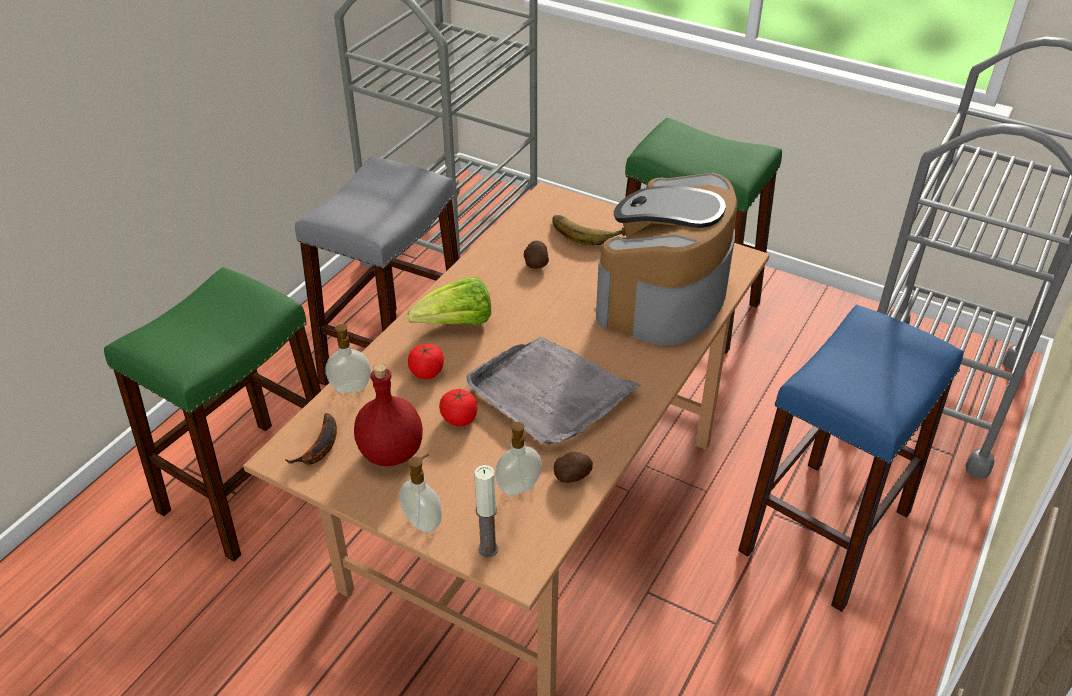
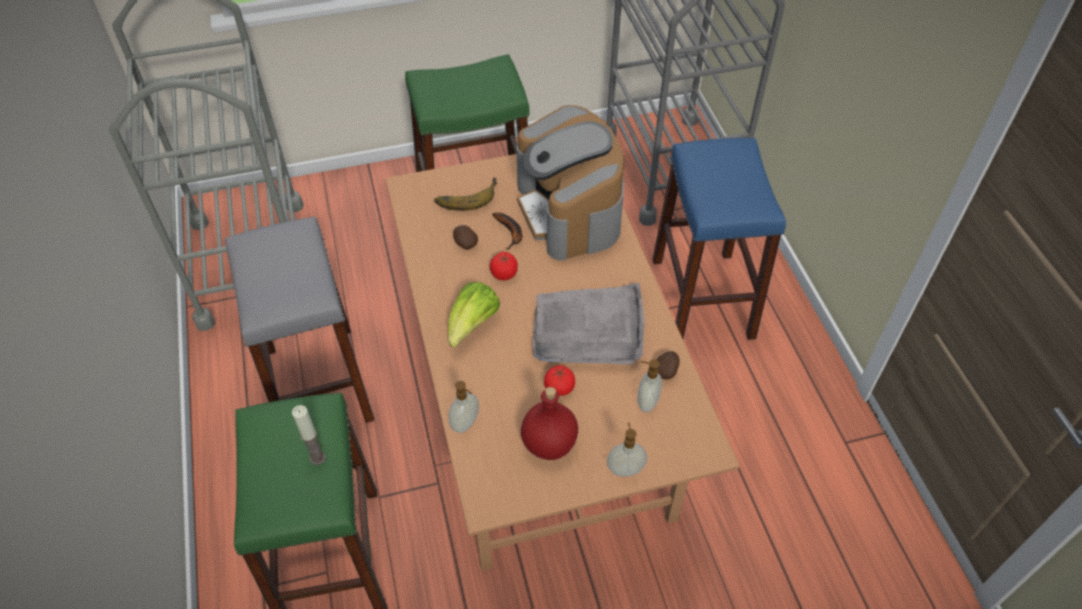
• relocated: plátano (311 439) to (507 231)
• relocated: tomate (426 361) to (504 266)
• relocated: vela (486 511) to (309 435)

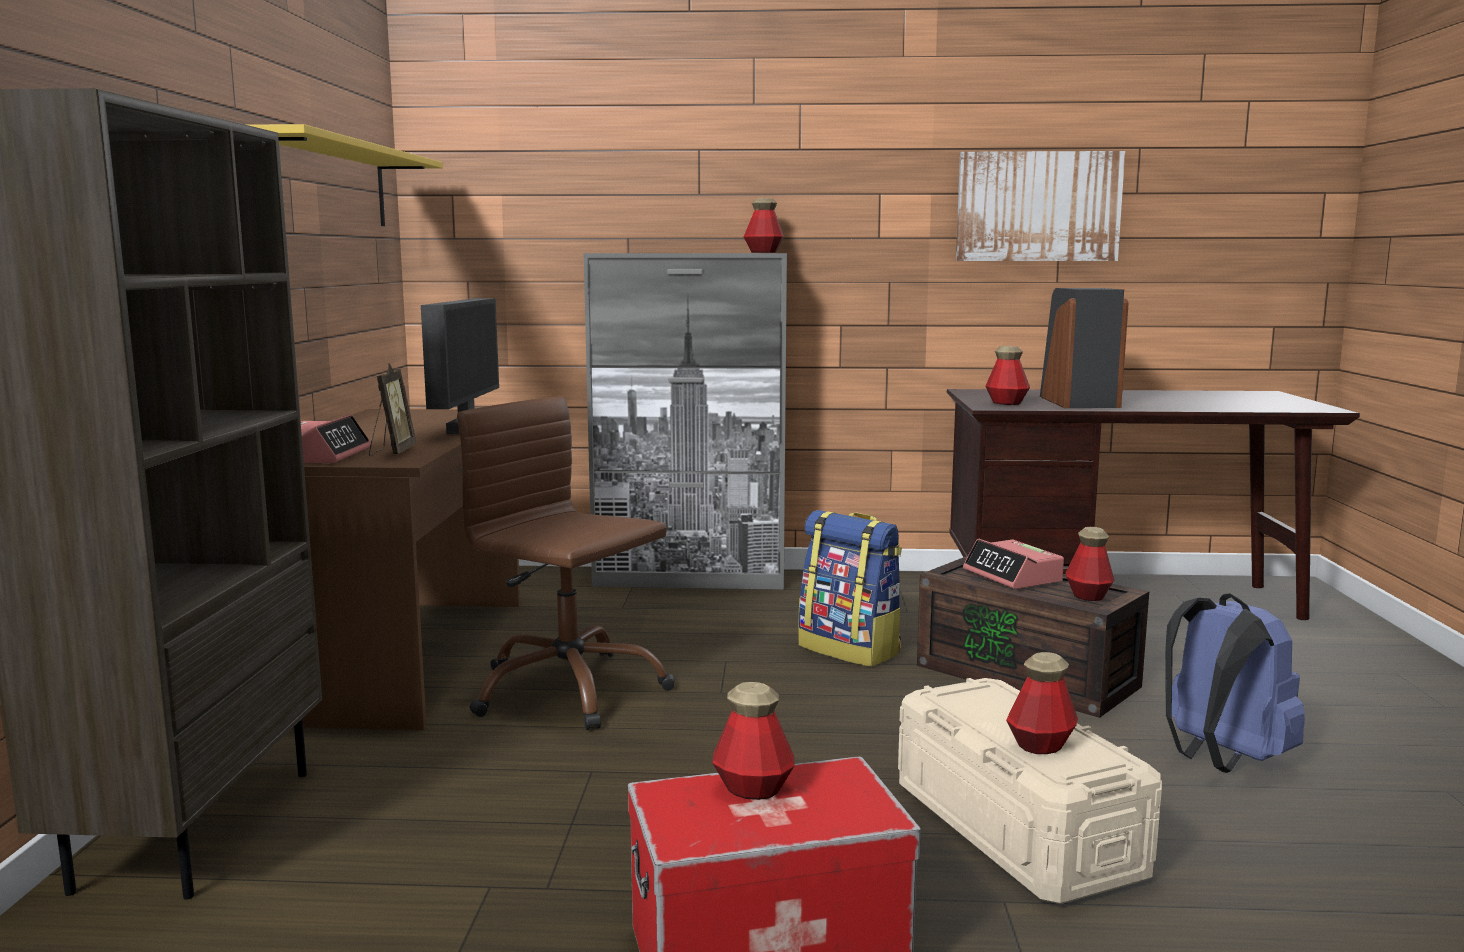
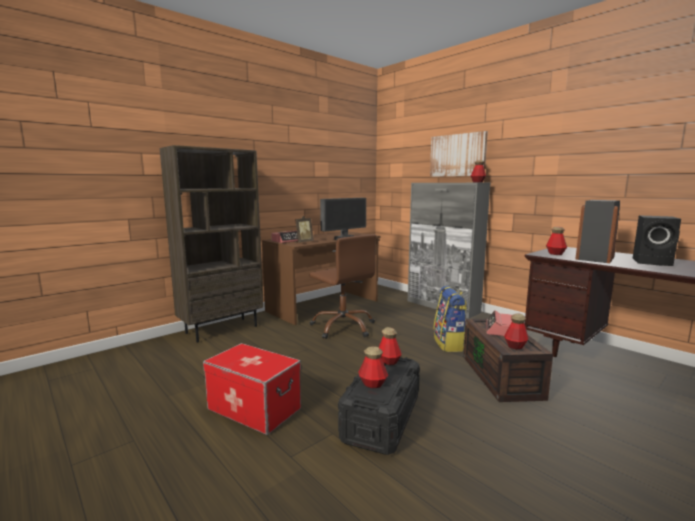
• missing: estante/amarillo (346 175)
• missing: mochila/azul (1235 683)
• appeared: altavoz/negro (657 241)
• relocated: botella (753 741) to (389 346)
• relocated: cuadro (1040 206) to (459 154)
• colour: caja de almacenaje/beis (1030 791) to caja de almacenaje/negro (379 406)
• spun: silla de oficina/marrón (566 563) = (343 286) 150 degrees clockwise

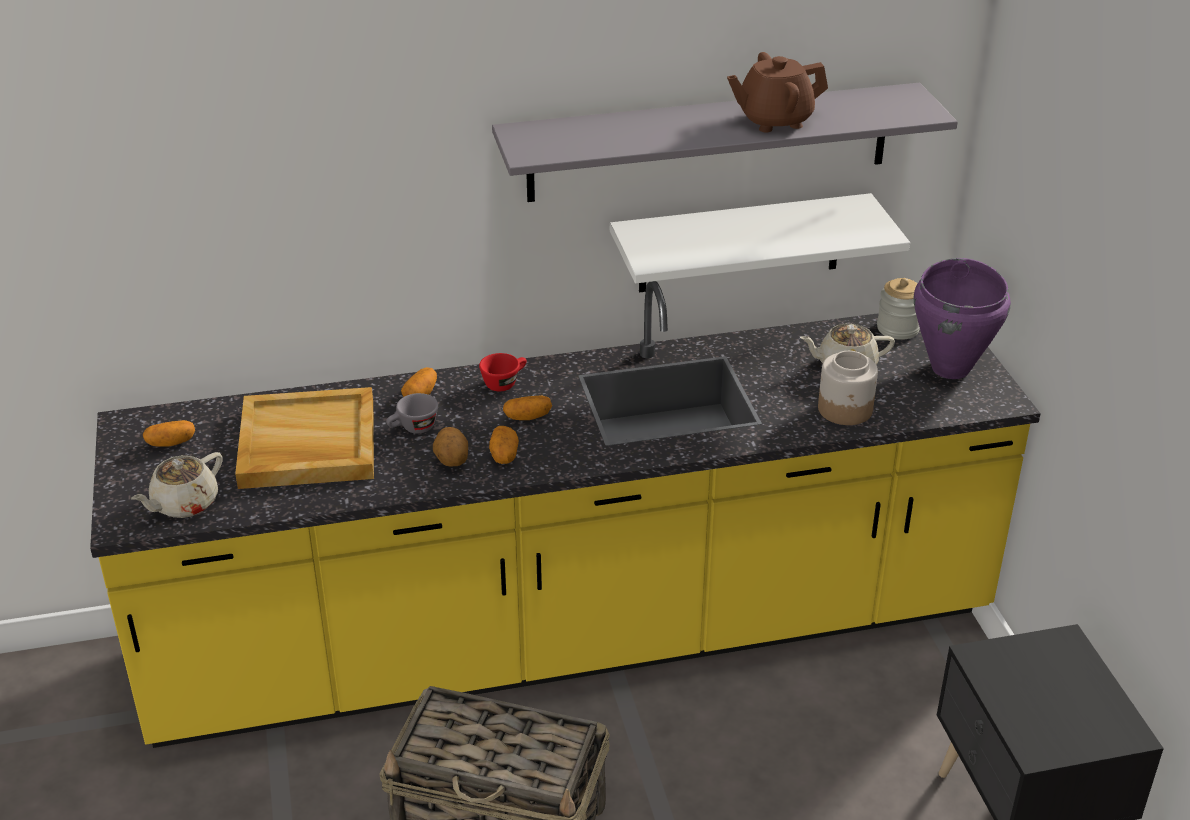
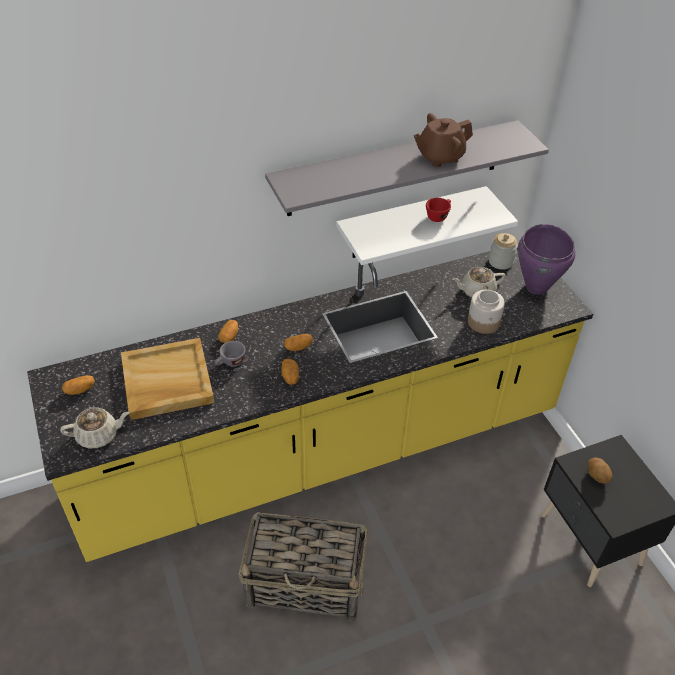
• relocated: patata (450 447) to (600 471)
• relocated: taza/rojo (503 372) to (438 210)
• spun: tetera/beis (177 485) = (95 427) 135 degrees counterclockwise

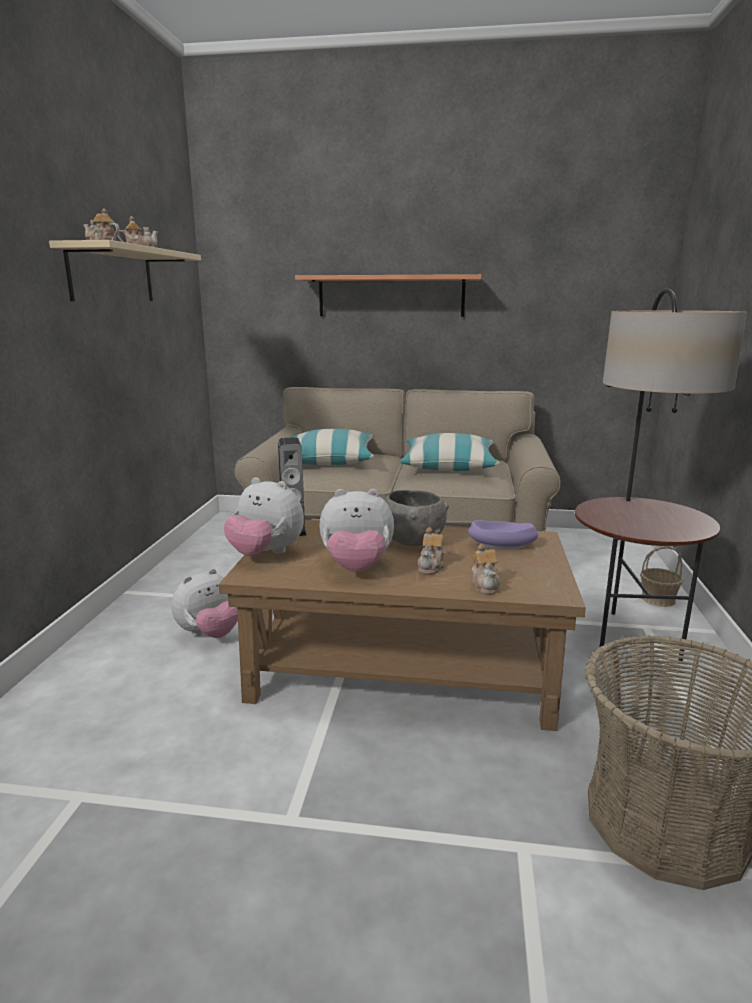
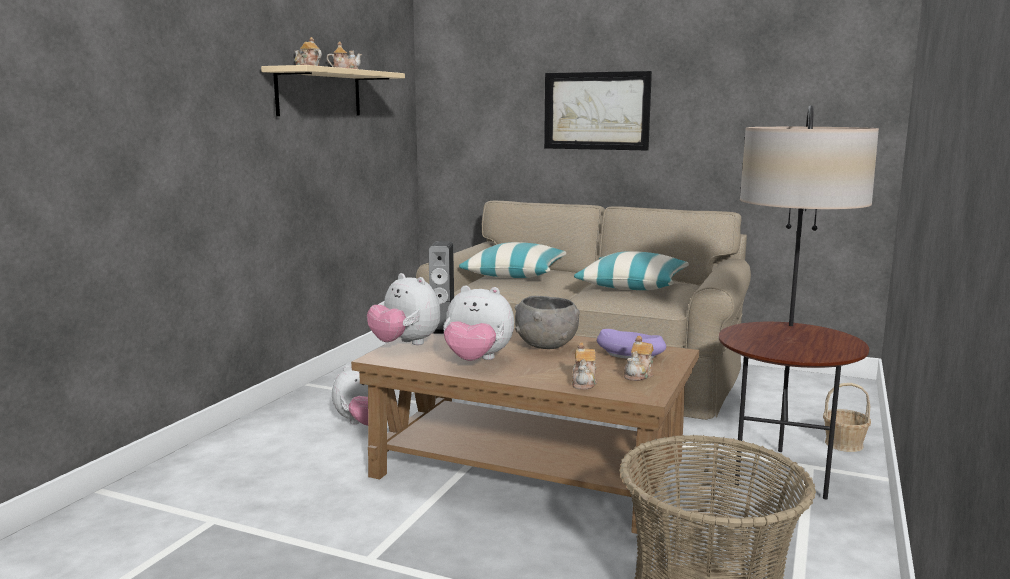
• relocated: tetera (431 550) to (639 358)
• exchanged: estante (388 295) to cuadro (598 110)

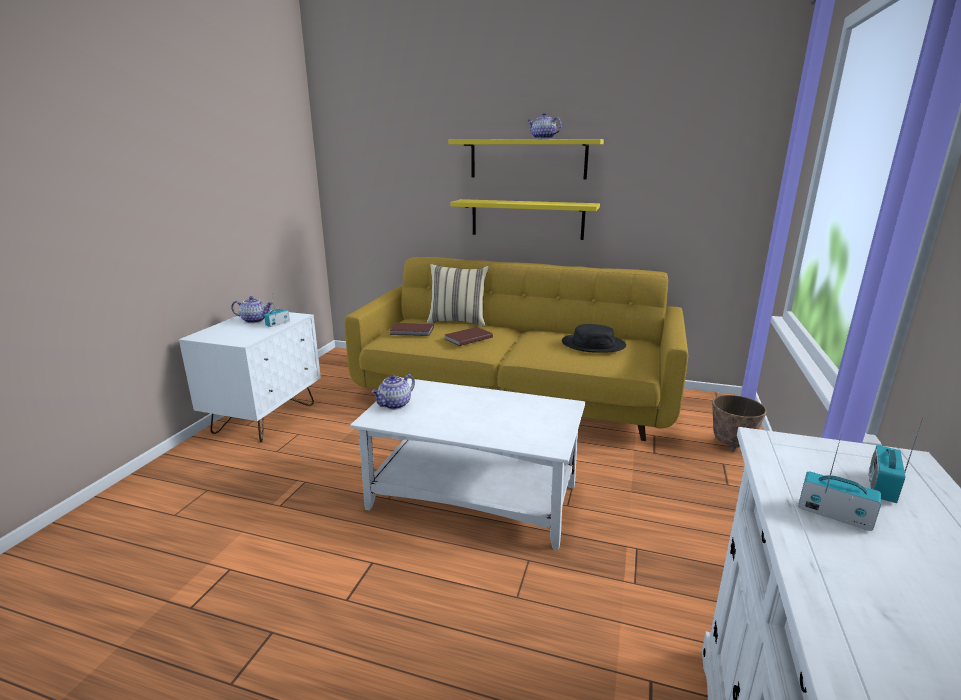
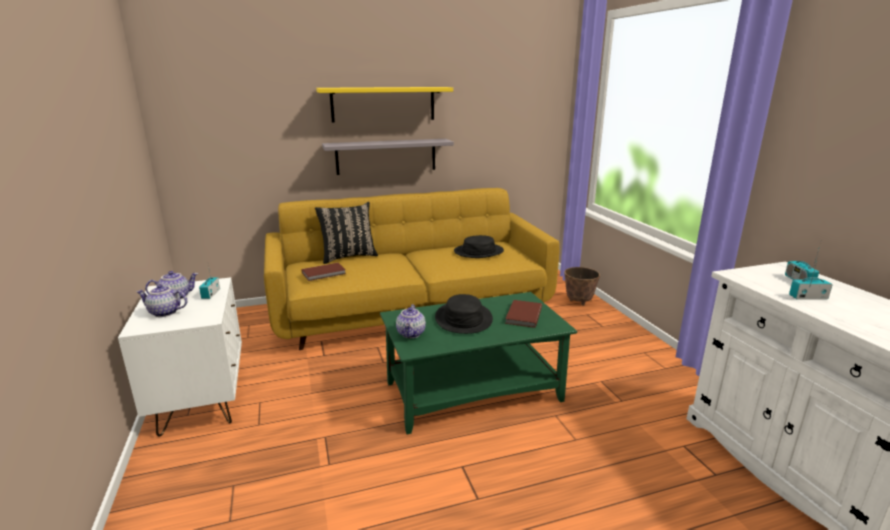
• appeared: sombrero/negro (464 314)
• relocated: libro/marrón (469 336) to (523 314)
• relocated: tetera (544 126) to (162 300)
• colour: mesa de centro/blanco (467 464) to mesa de centro/verde (478 363)
• colour: cojín/beis (458 295) to cojín/negro (346 233)
• colour: estante/amarillo (525 219) to estante/gris (388 157)

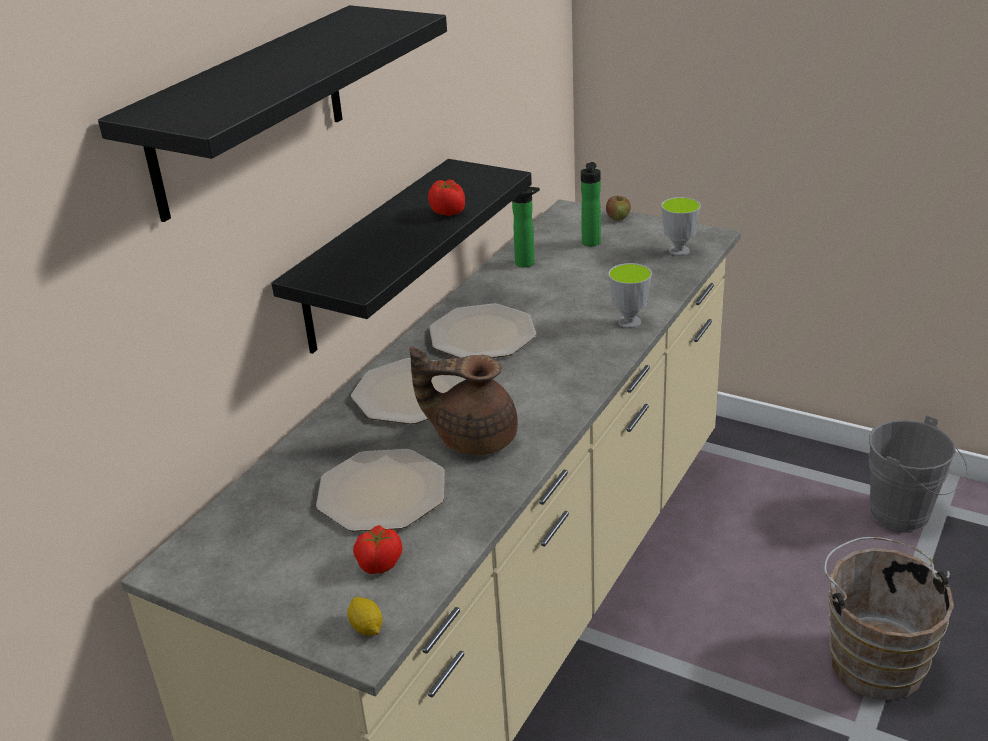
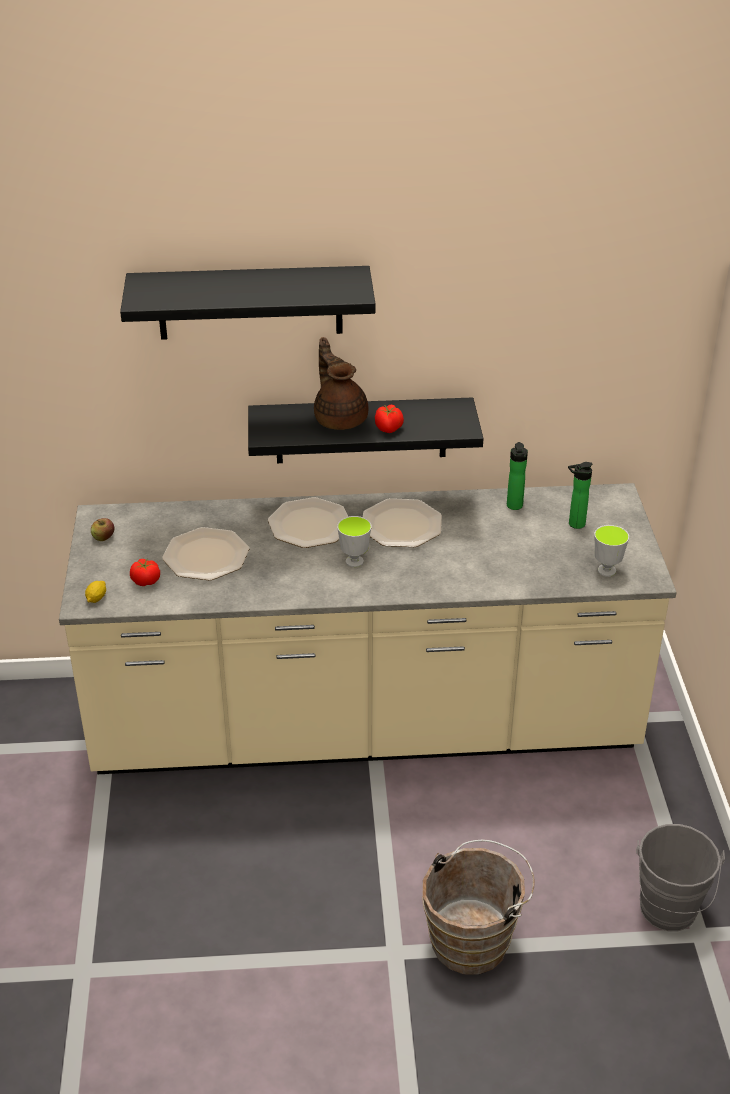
• relocated: tetera/marrón (463 400) to (341 383)
• relocated: manzana (618 208) to (102 529)
• relocated: taza (630 295) to (354 541)

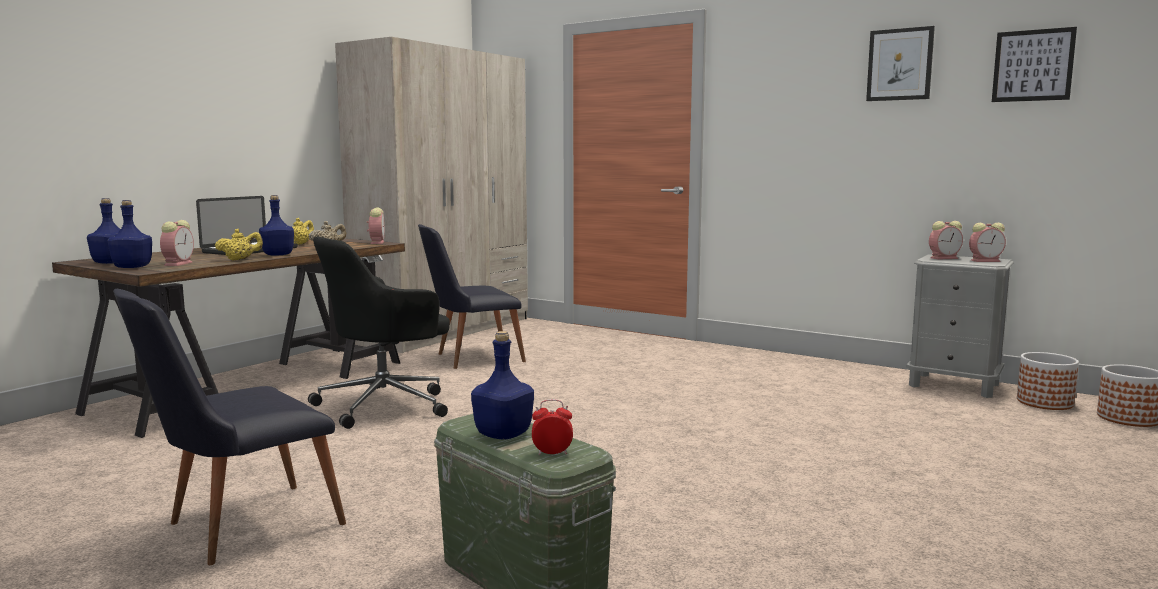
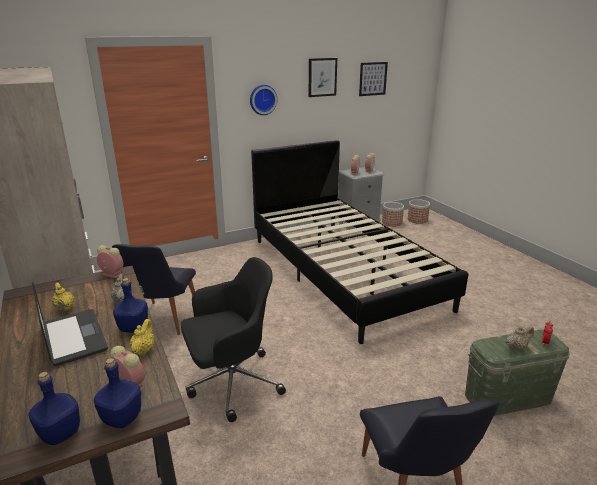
• appeared: reloj de pared (263 100)
• appeared: cama/negro (360 242)
• exchanged: botella/azul (502 385) to tetera/beis (520 338)
• spun: silla de oficina/negro (379 333) = (233 339) 105 degrees counterclockwise

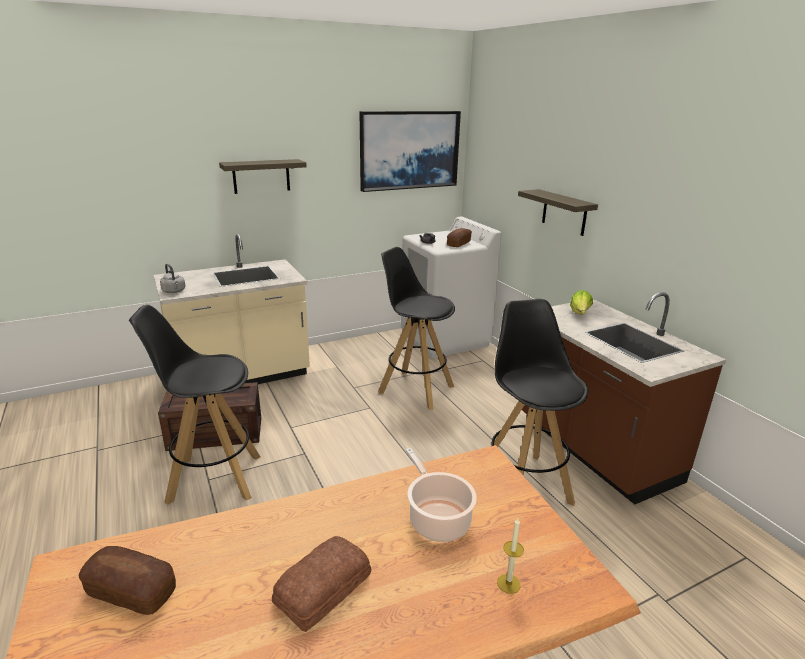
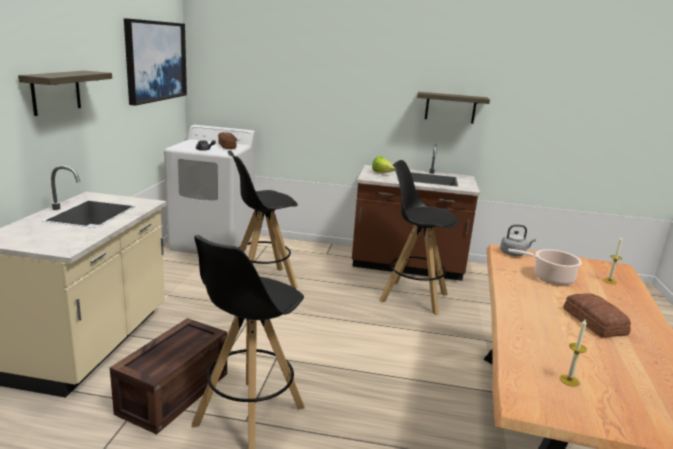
• relocated: hervidor/gris (172 278) to (518 240)
• relocated: estante (558 212) to (453 107)
• exchanged: pan (127 580) to vela (573 352)

